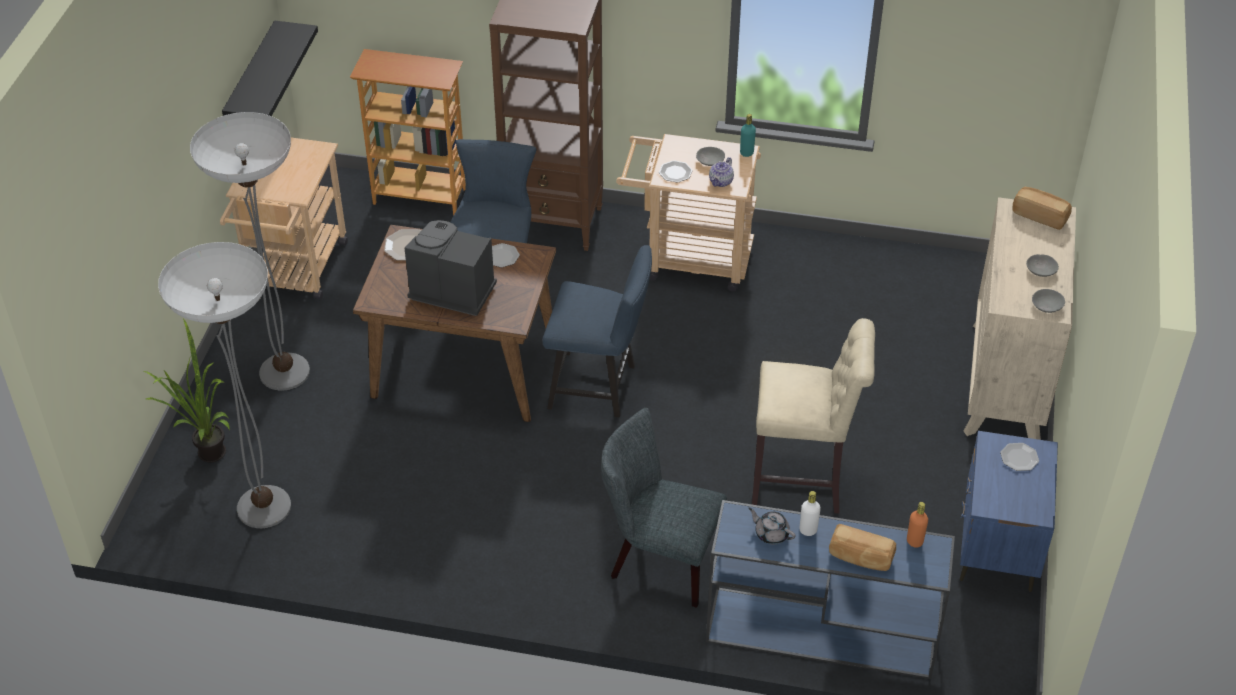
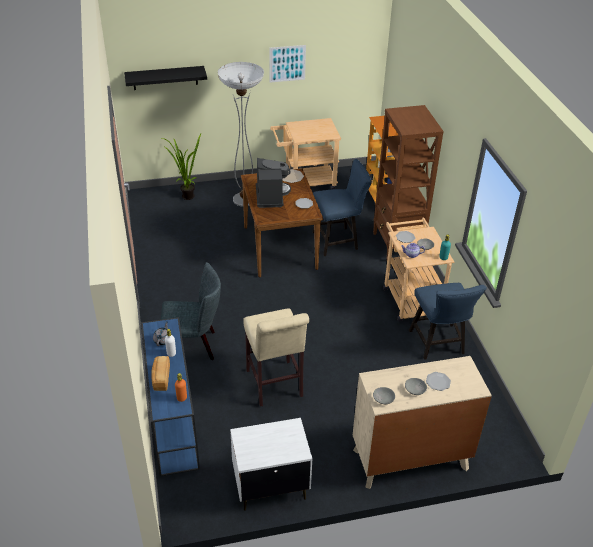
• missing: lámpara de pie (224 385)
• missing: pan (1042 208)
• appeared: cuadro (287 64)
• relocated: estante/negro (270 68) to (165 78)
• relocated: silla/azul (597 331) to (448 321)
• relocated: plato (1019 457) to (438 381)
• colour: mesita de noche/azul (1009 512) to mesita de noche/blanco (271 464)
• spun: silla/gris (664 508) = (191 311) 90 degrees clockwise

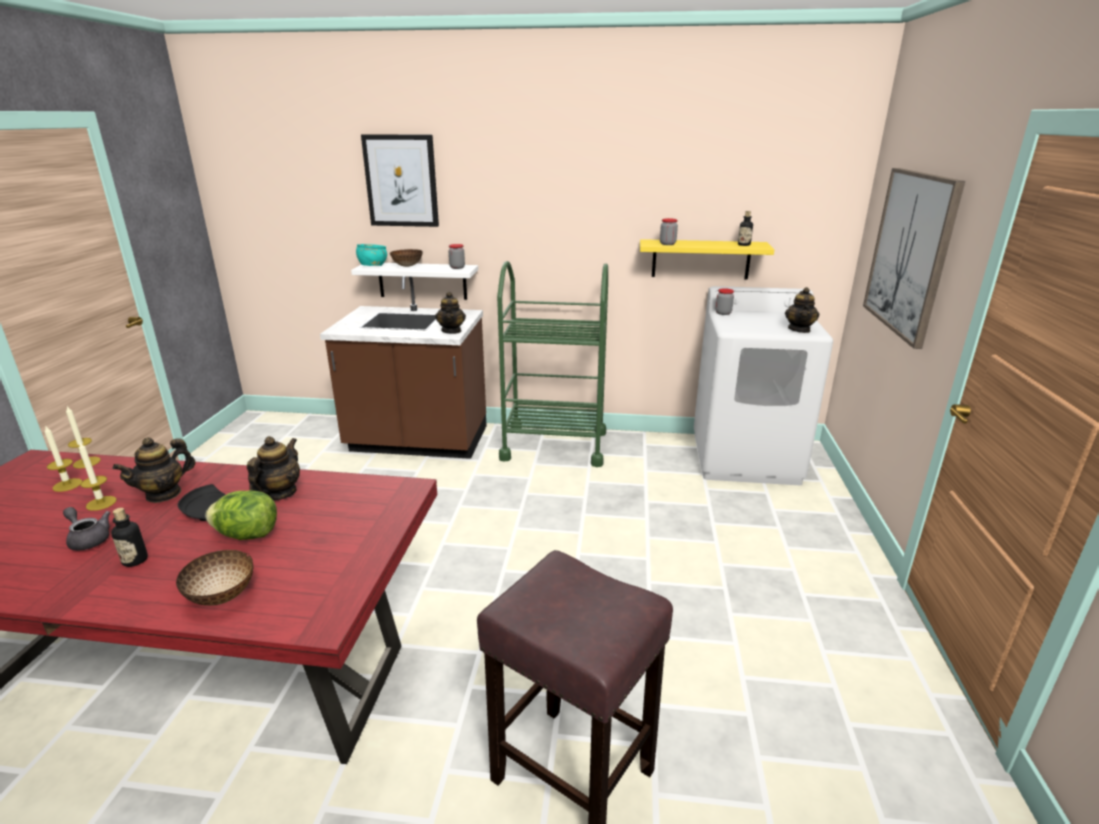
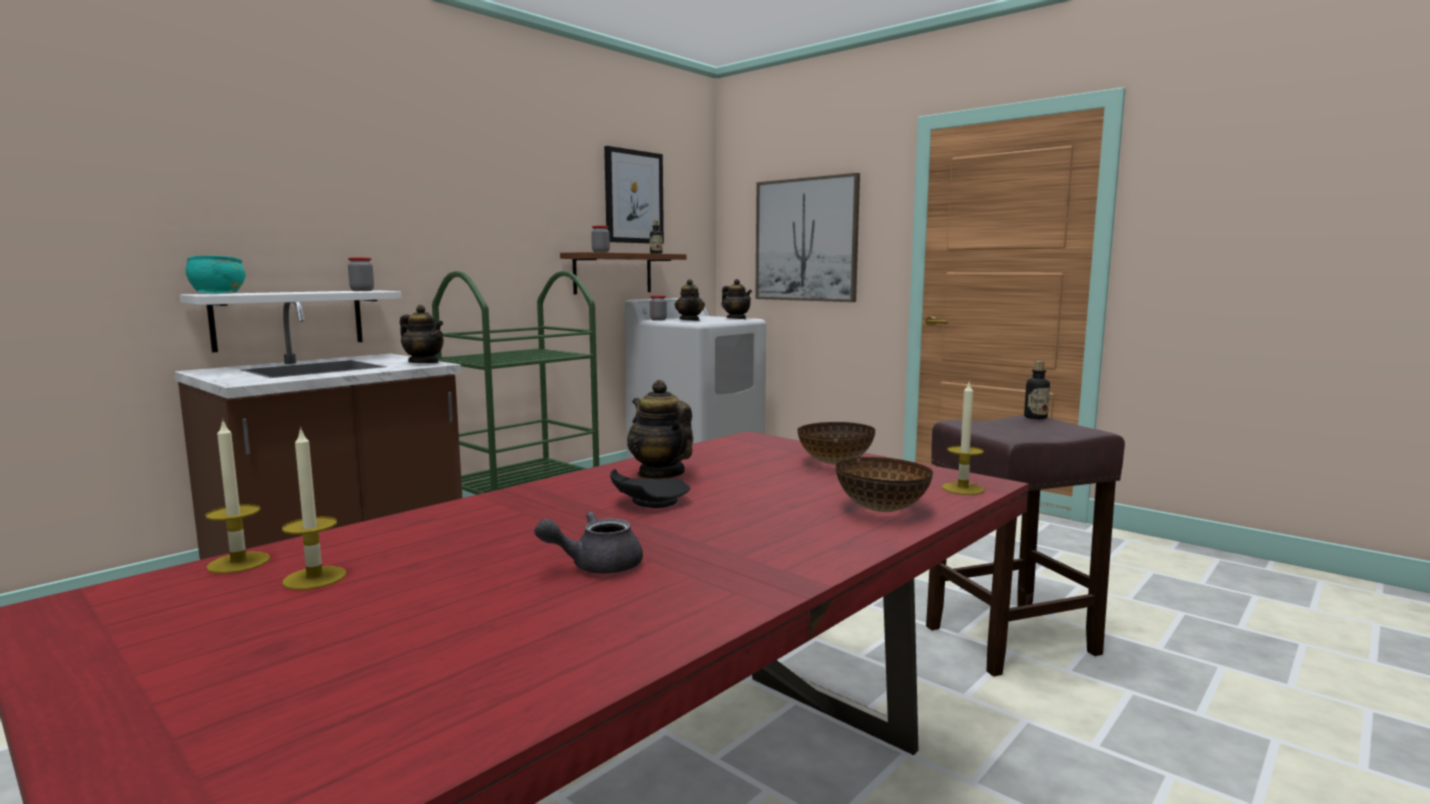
• missing: lechuga (241 515)
• relocated: vela (98 476) to (963 437)
• relocated: botella (129 537) to (1037 390)
• relocated: tetera (153 470) to (690 300)
• relocated: cuadro (400 180) to (634 195)
• relocated: cuenco (406 258) to (836 443)
• colour: estante/amarillo (707 259) to estante/marrón (623 273)

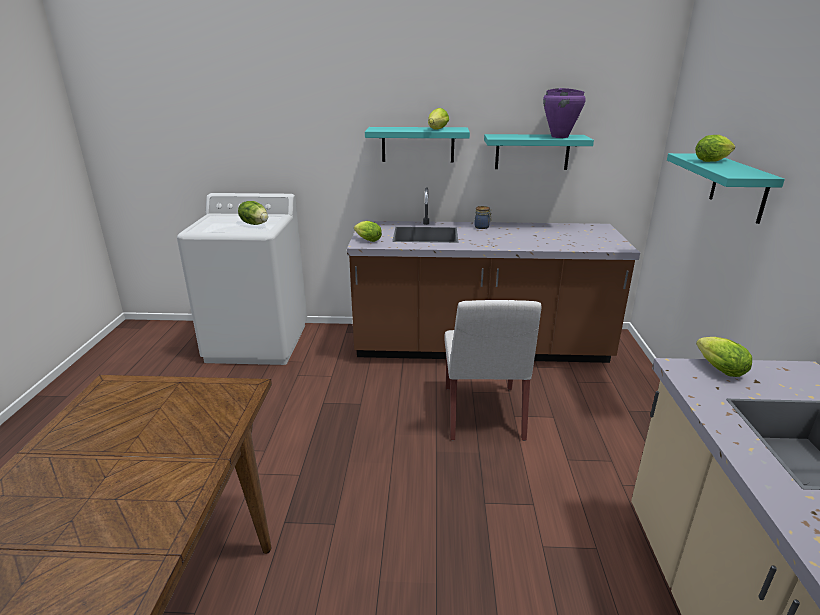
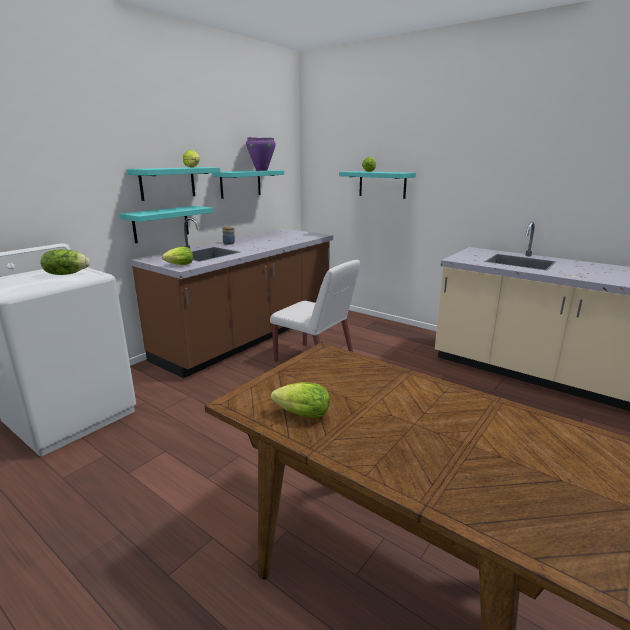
• appeared: estante/turquesa (166 224)
• relocated: lechuga (724 357) to (300 400)

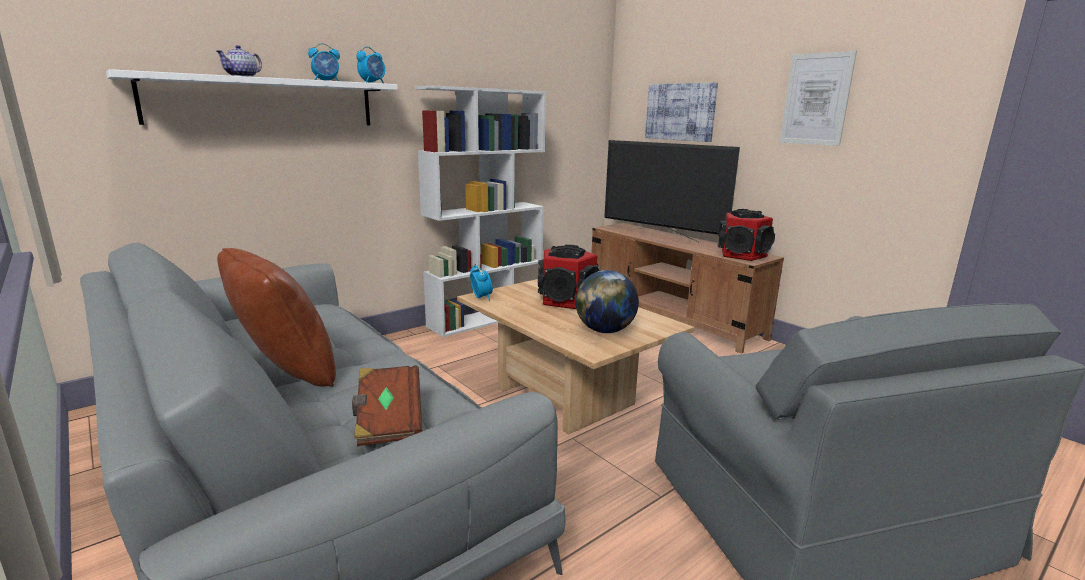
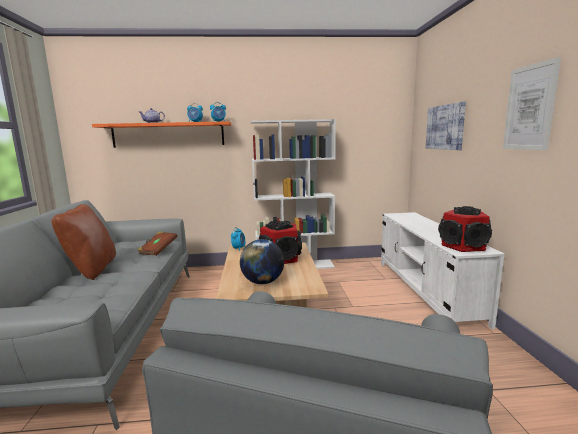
• missing: televisor (672 191)
• relocated: libro/marrón (387 405) to (157 243)
• colour: estante/blanco (252 97) to estante/naranja (161 134)
• colour: mueble de televisión/marrón (688 288) to mueble de televisión/blanco (443 270)

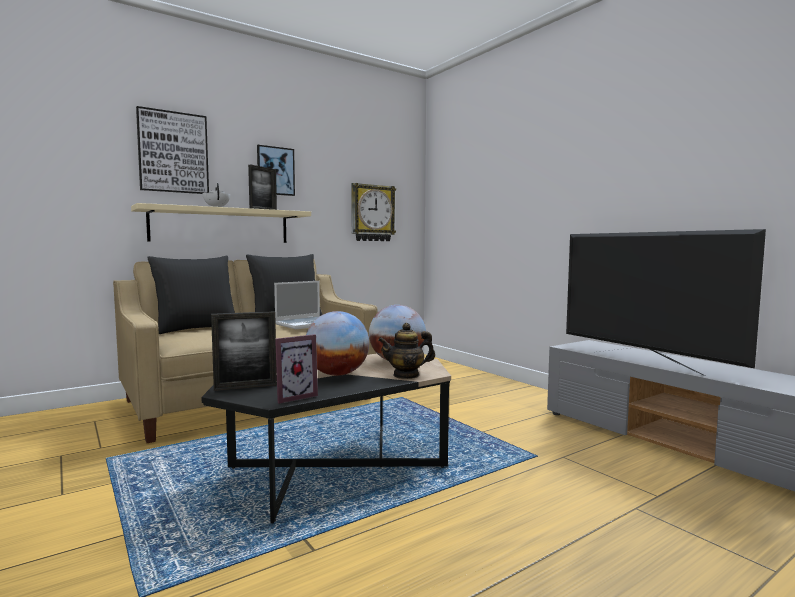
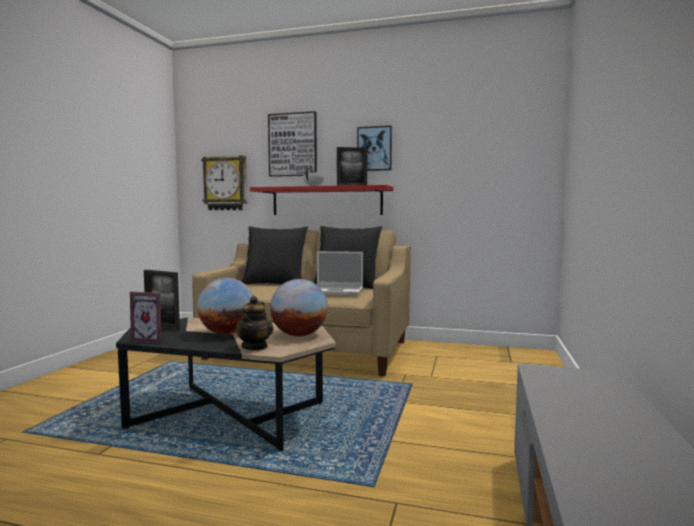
• missing: televisor (666 302)
• relocated: reloj de pared (373 212) to (224 182)
• colour: estante/beis (221 223) to estante/rojo (321 200)
• spun: tetera (406 351) = (254 323) 120 degrees counterclockwise

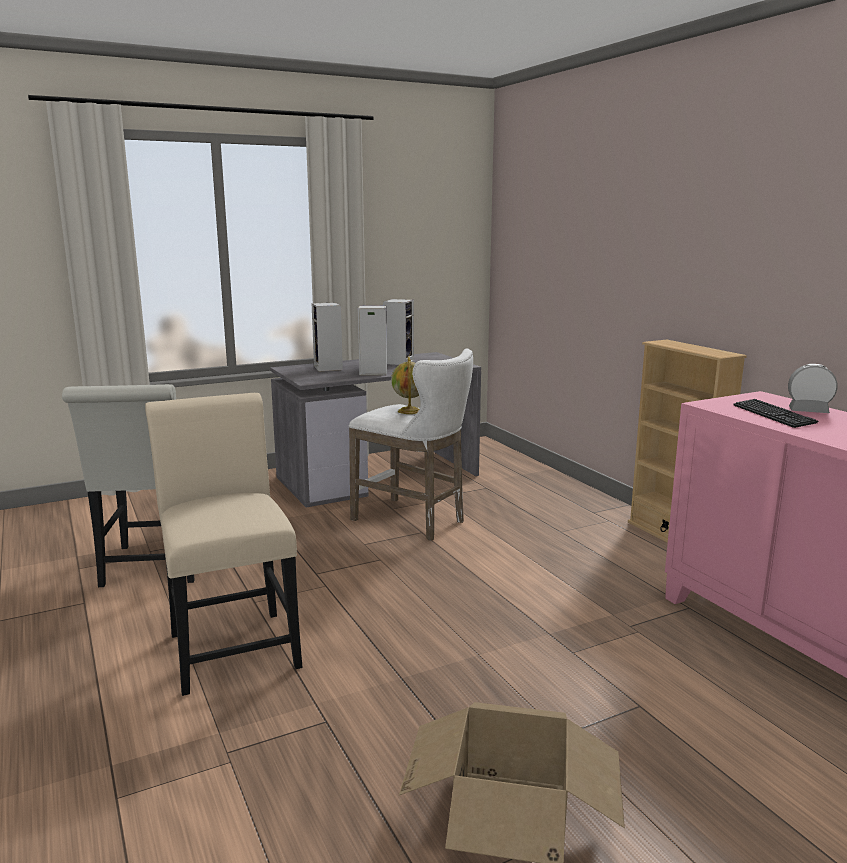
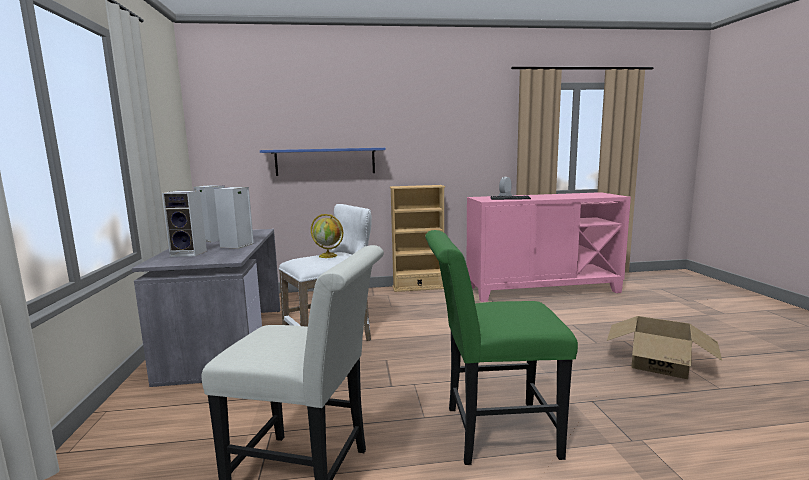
• appeared: estante/azul (322 162)
• colour: silla/beis (224 544) to silla/verde (501 347)

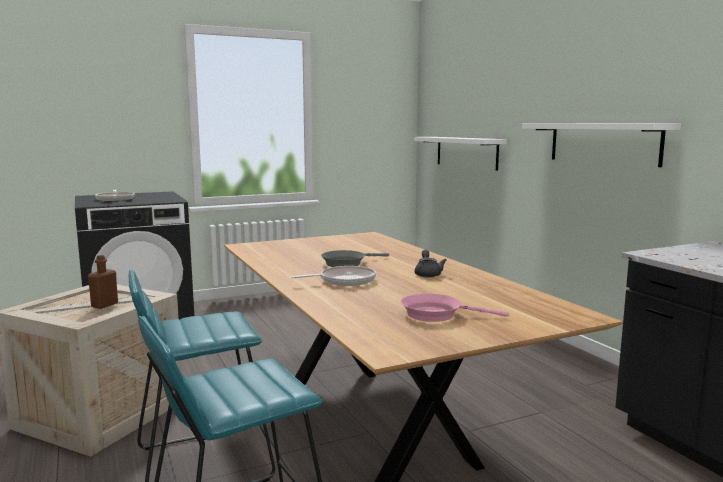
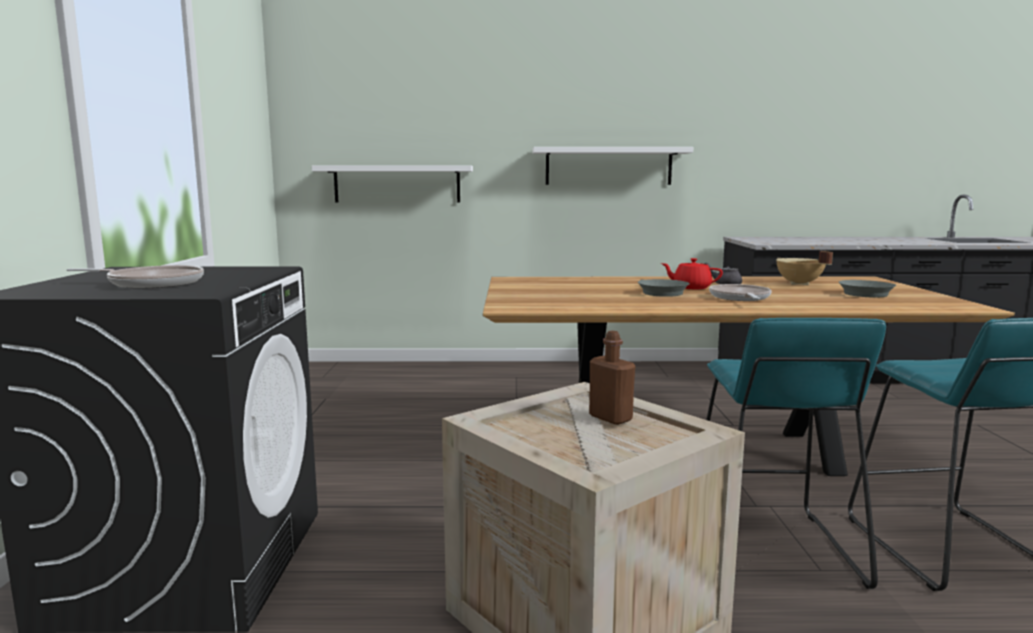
• appeared: tetera/rojo (692 273)
• appeared: olla/beis (804 268)
• colour: sartén/rosa (455 308) to sartén/gris (867 288)

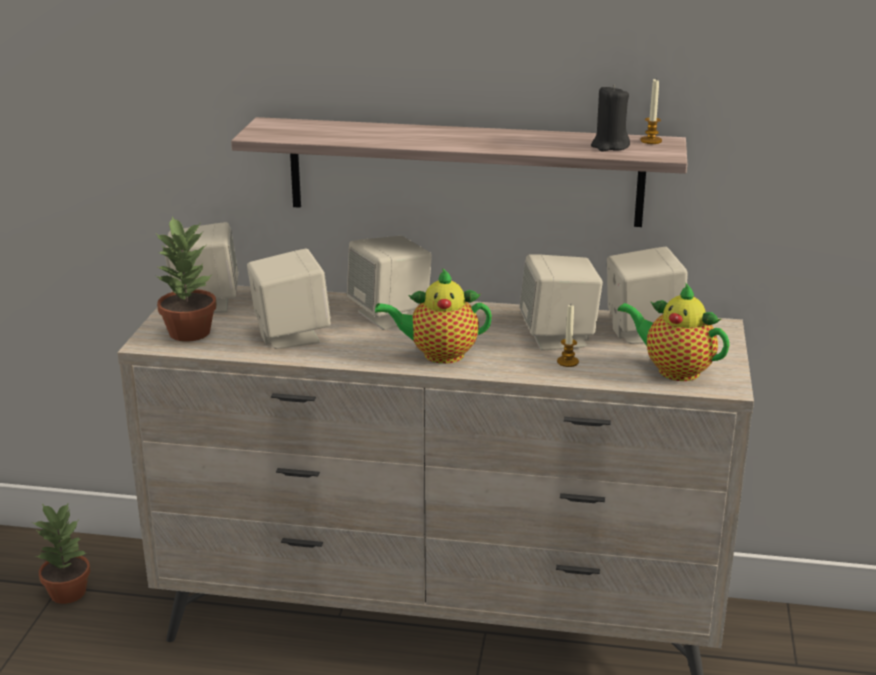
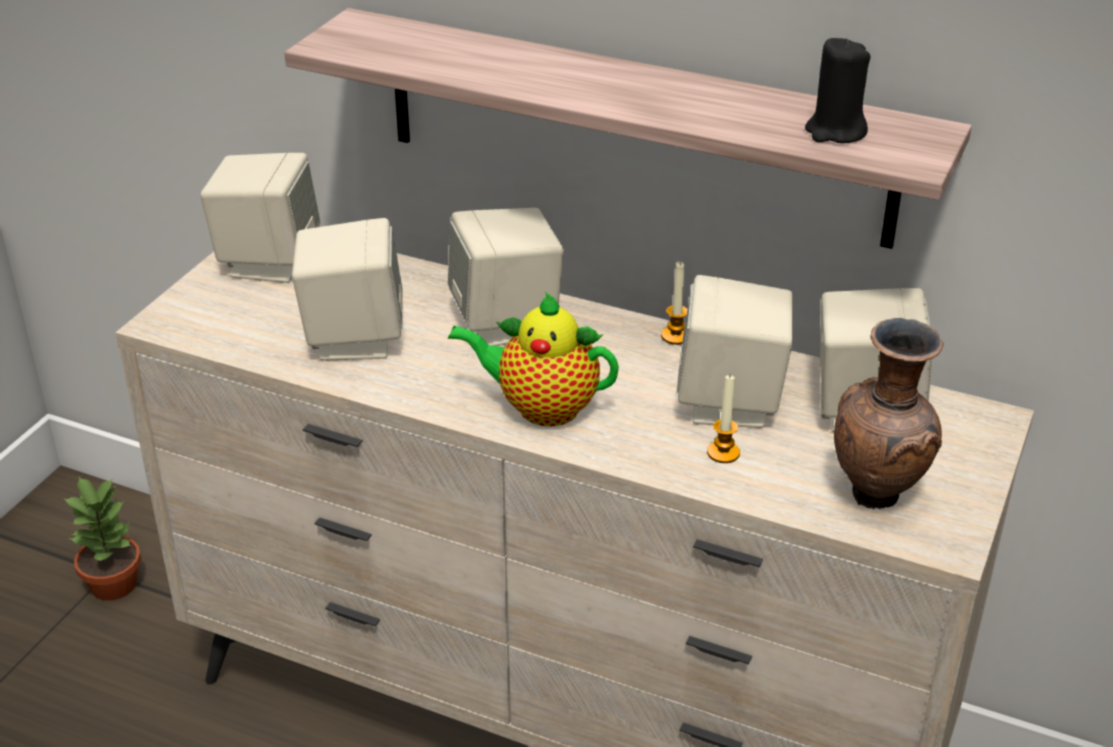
• missing: planta en maceta (186 279)
• relocated: vela (651 111) to (674 303)
• exchanged: tetera (674 331) to florero/marrón (889 413)

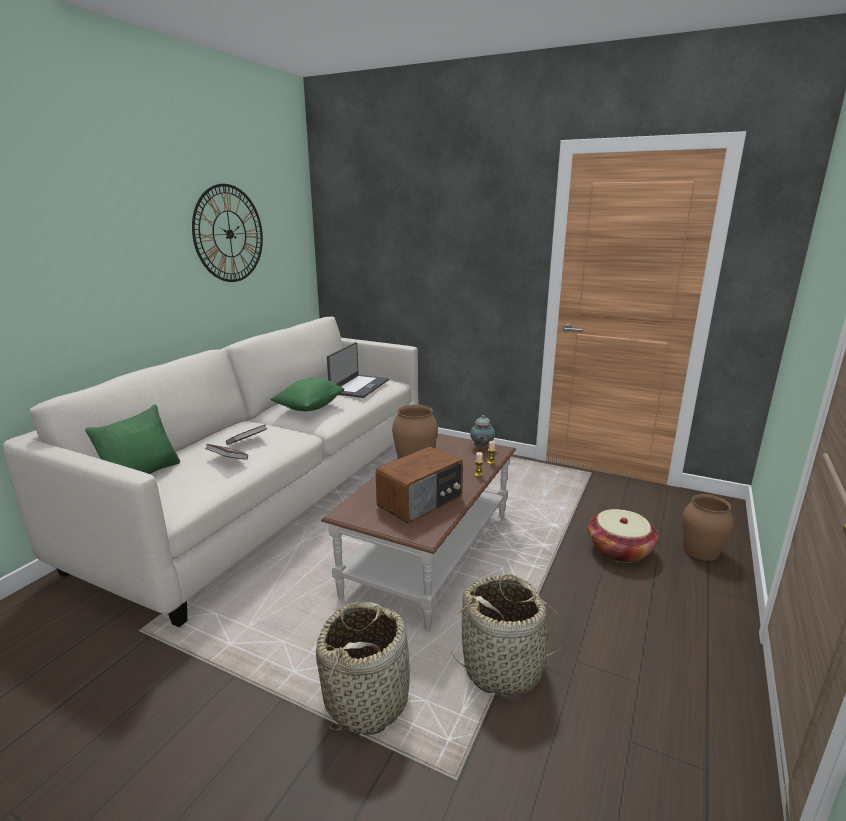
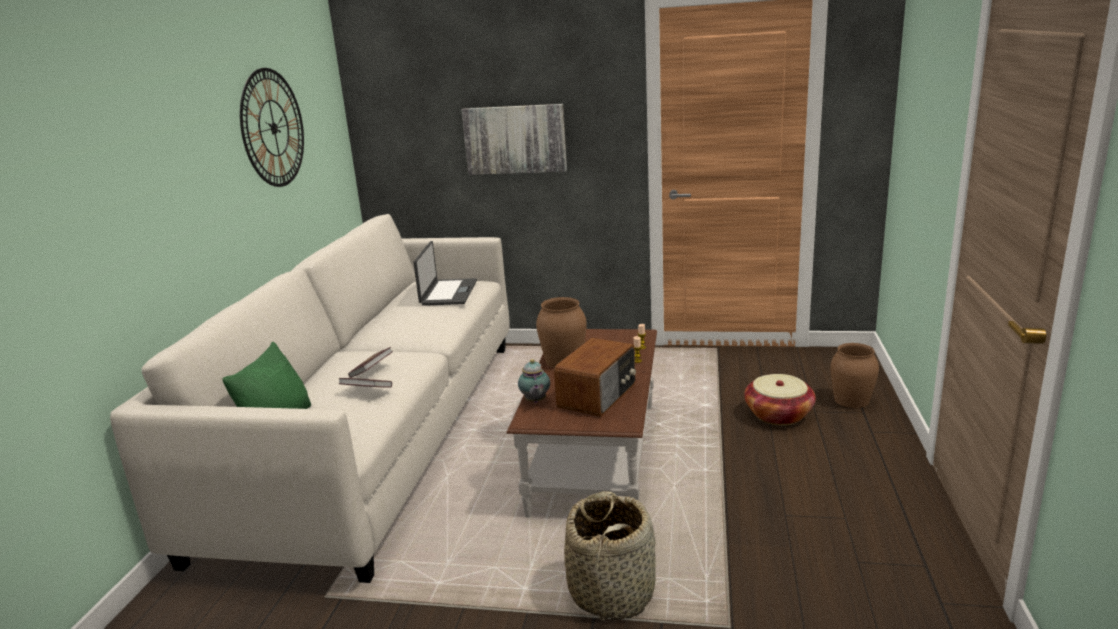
• missing: cojín/verde (307 394)
• missing: cesta (509 635)
• appeared: cuadro (514 139)
• relocated: tetera (482 432) to (534 381)

